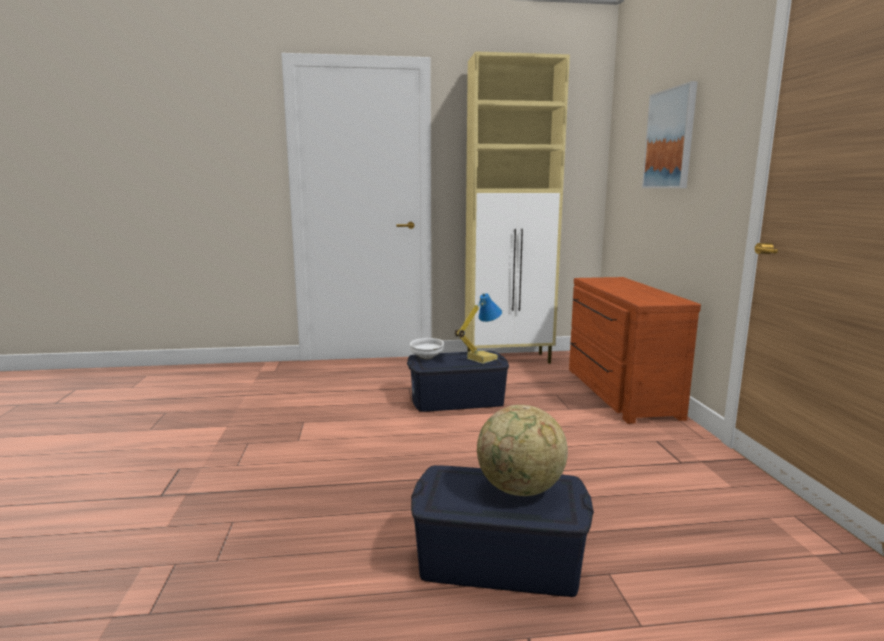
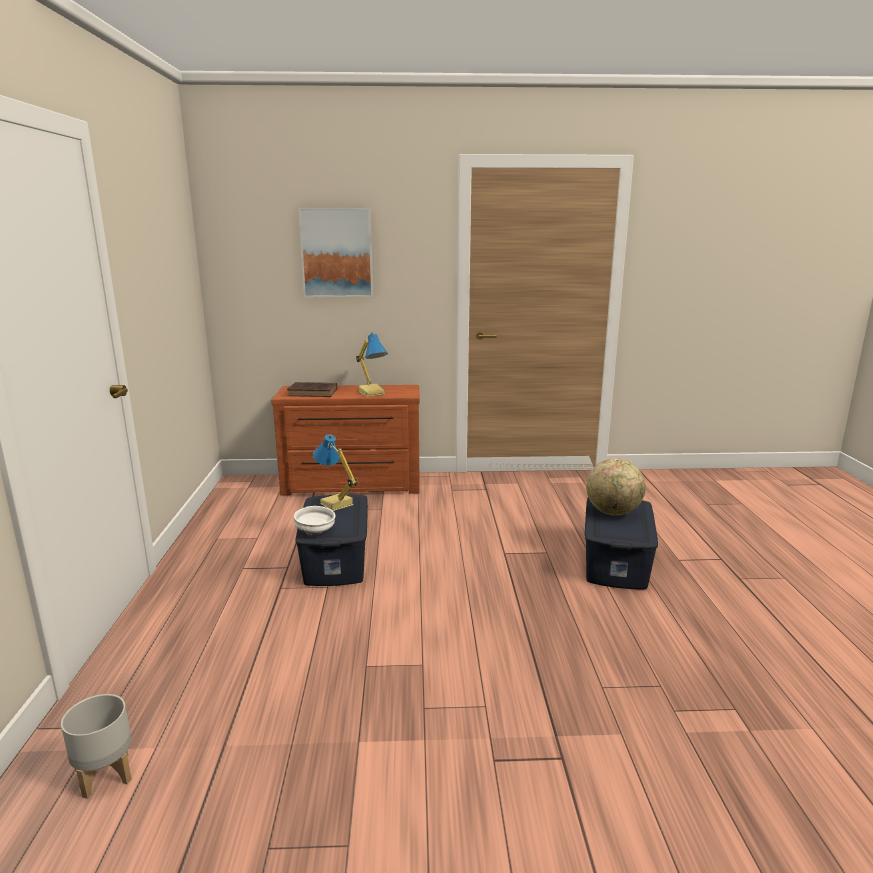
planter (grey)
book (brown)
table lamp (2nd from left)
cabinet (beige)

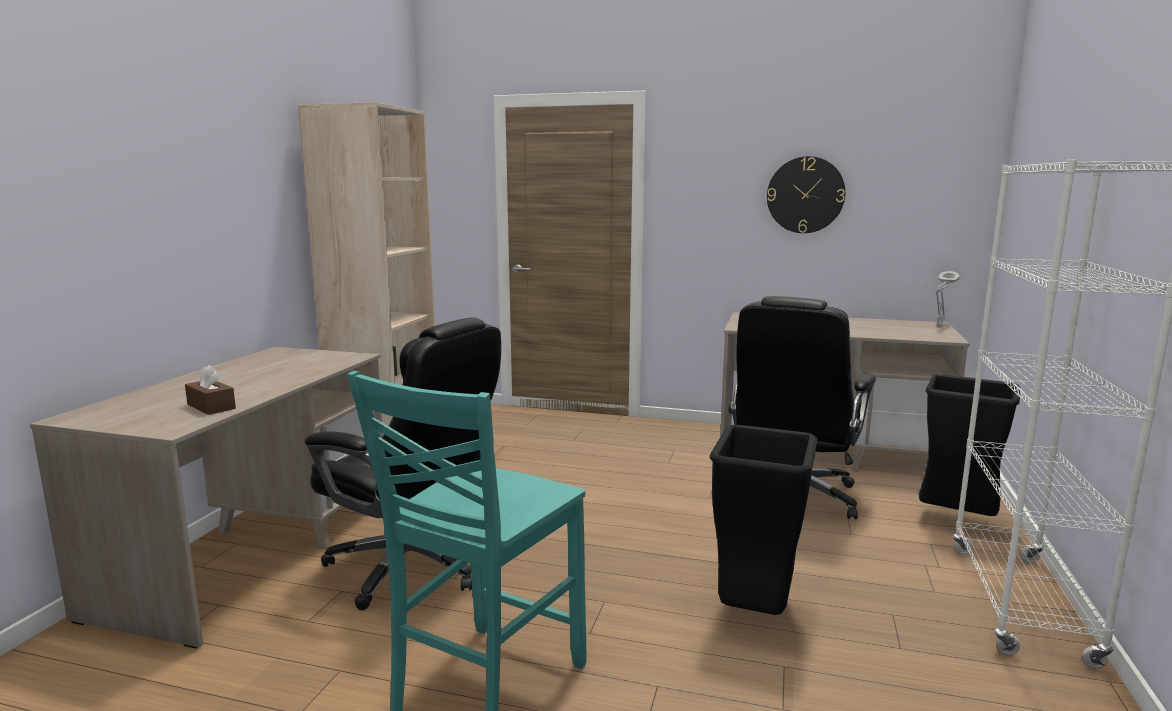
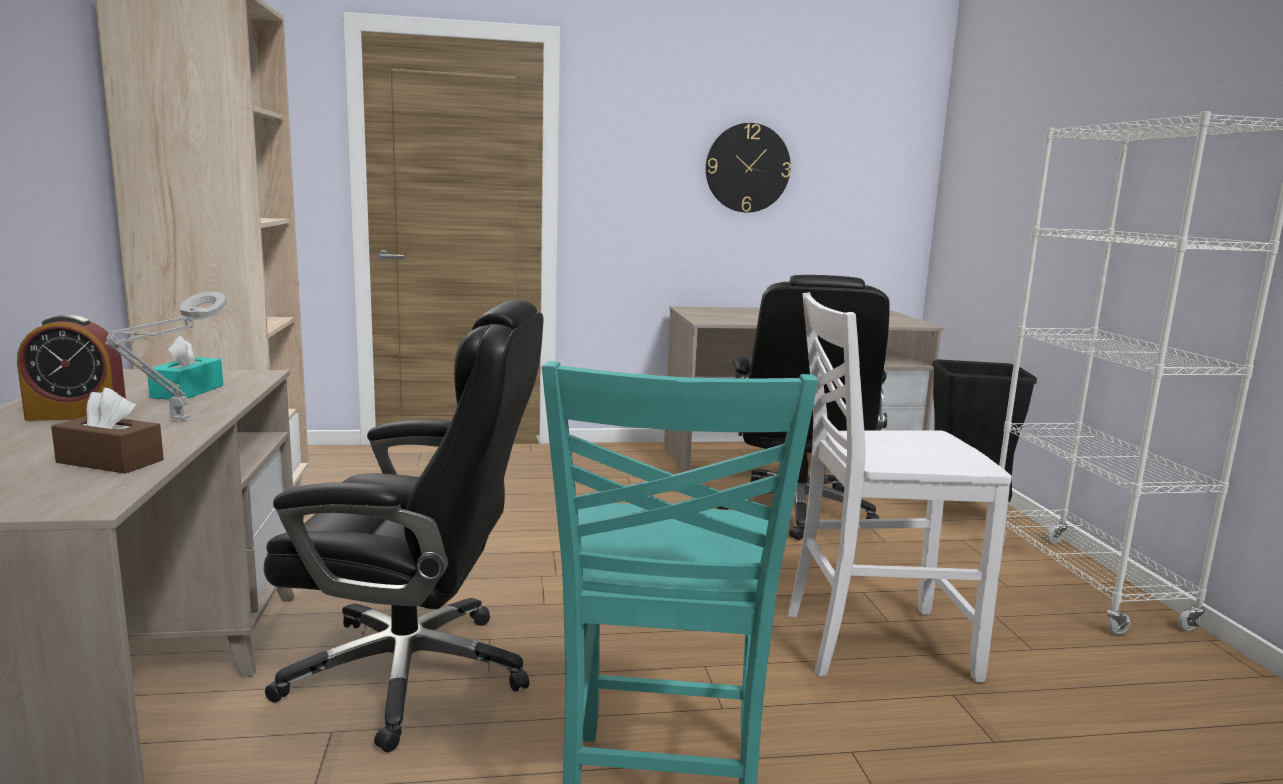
alarm clock
table lamp (grey)
tissue box (turquoise)
chair (white)

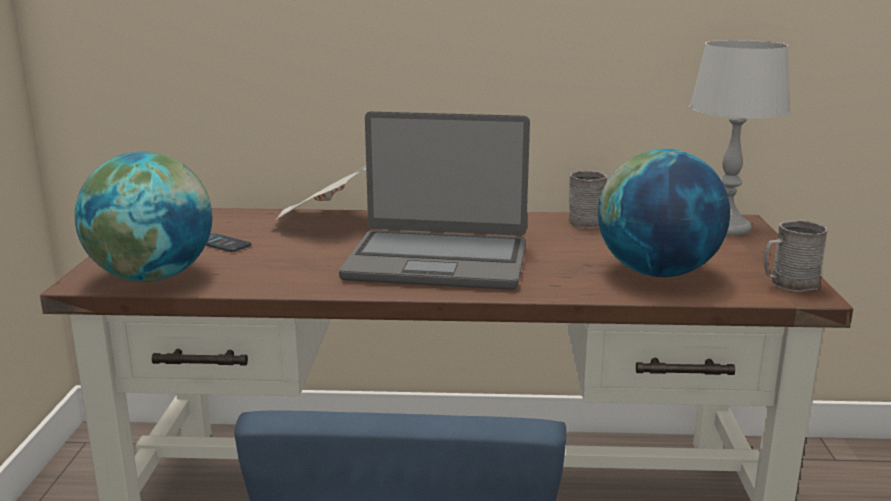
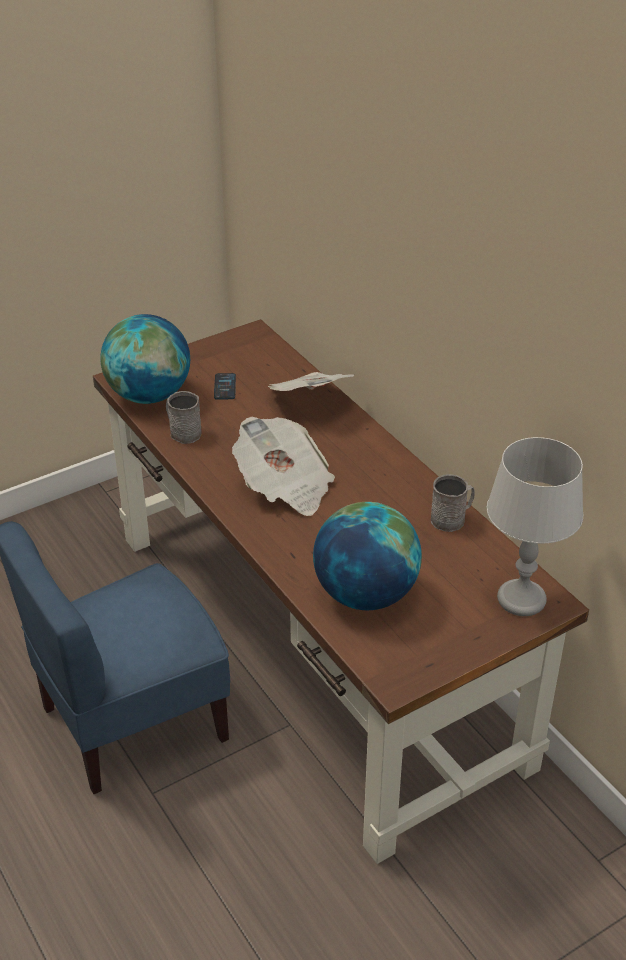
mug (grey) (1st from left)
newspaper (1st from left)

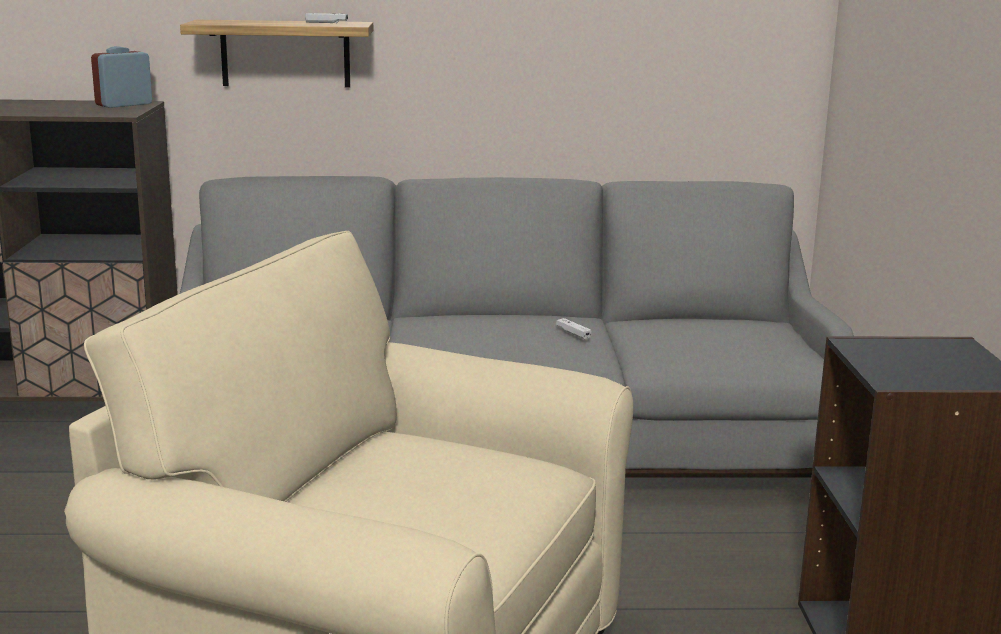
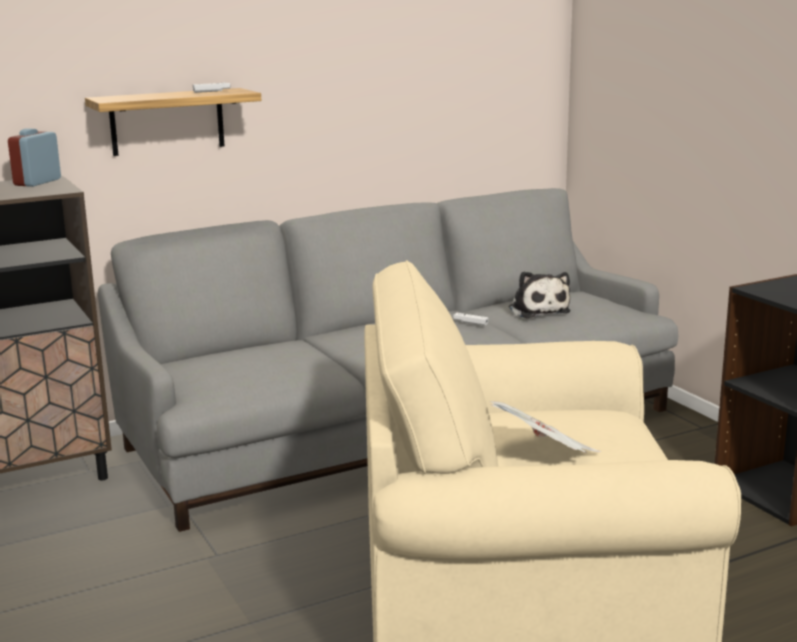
newspaper
plush toy

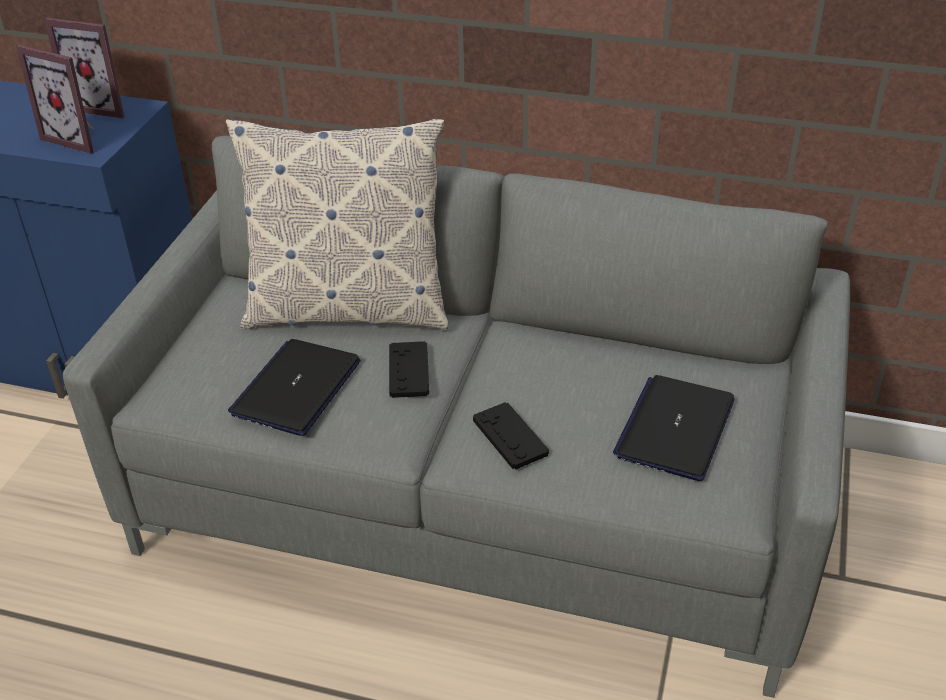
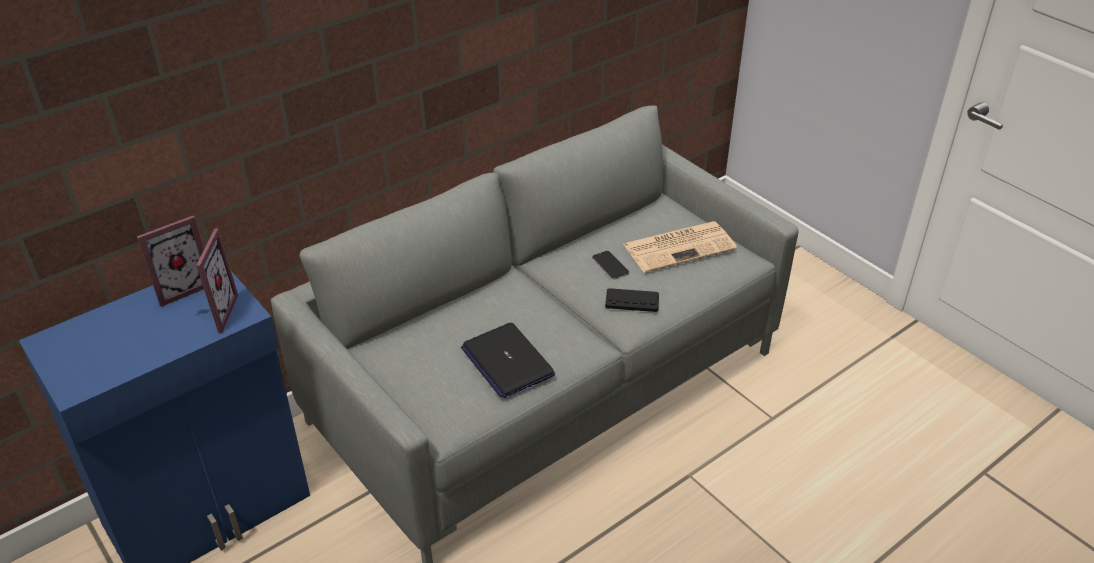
picture frame (2nd from left)
phone
newspaper
pillow
game controller (black) (1st from left in the first image)

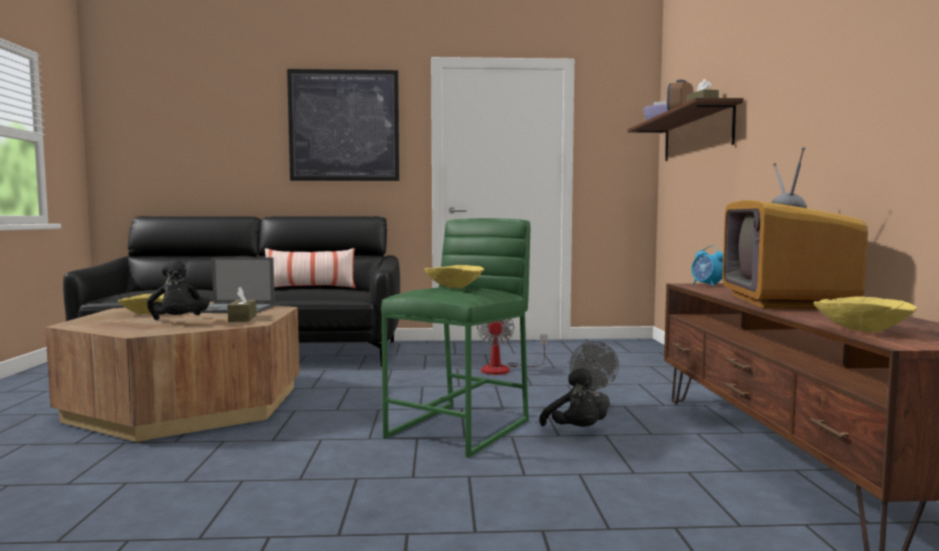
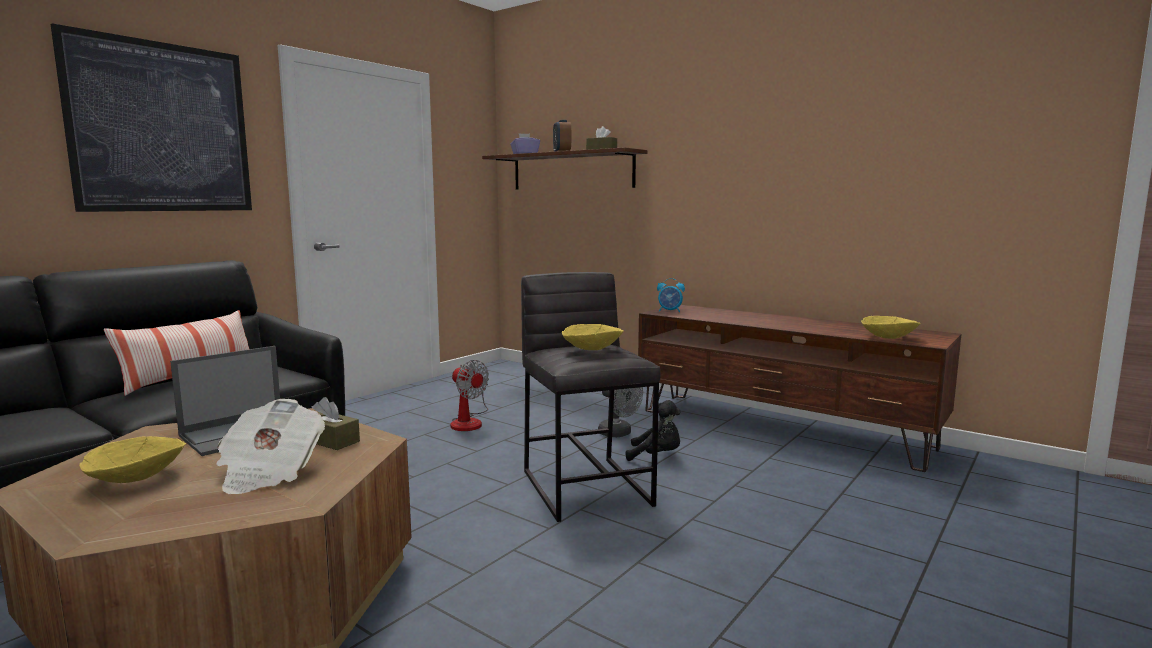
newspaper
stool (grey)
television

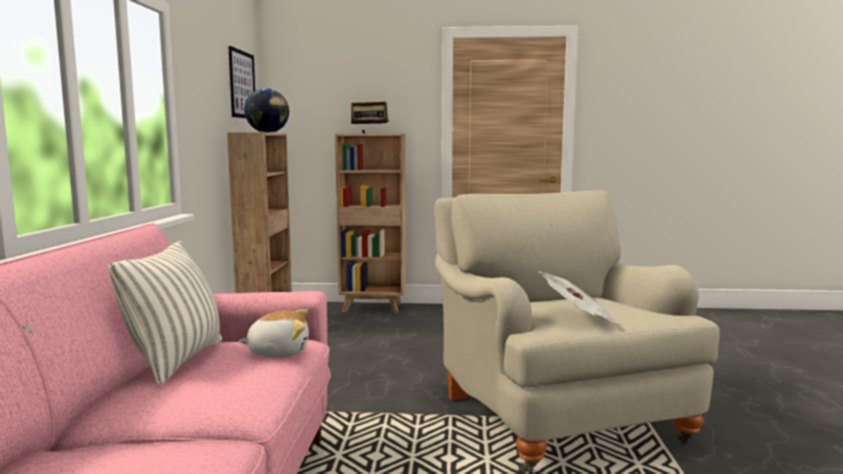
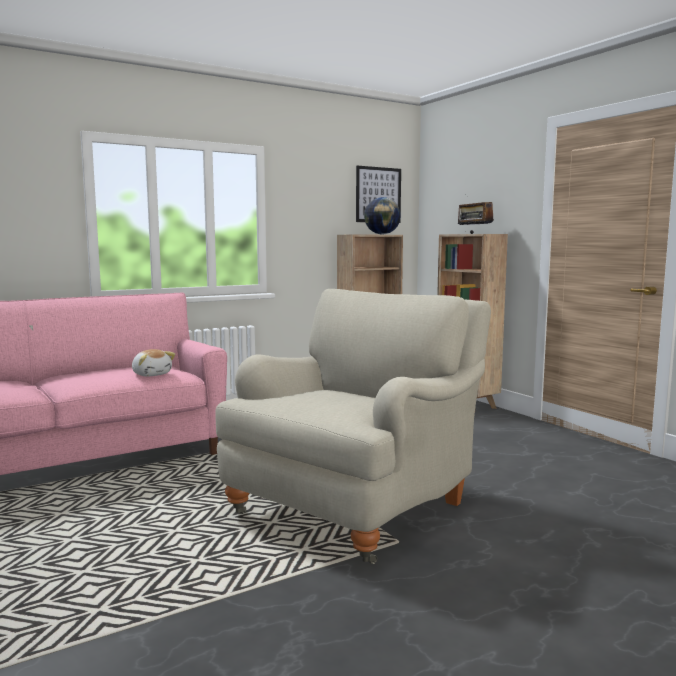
pillow
newspaper

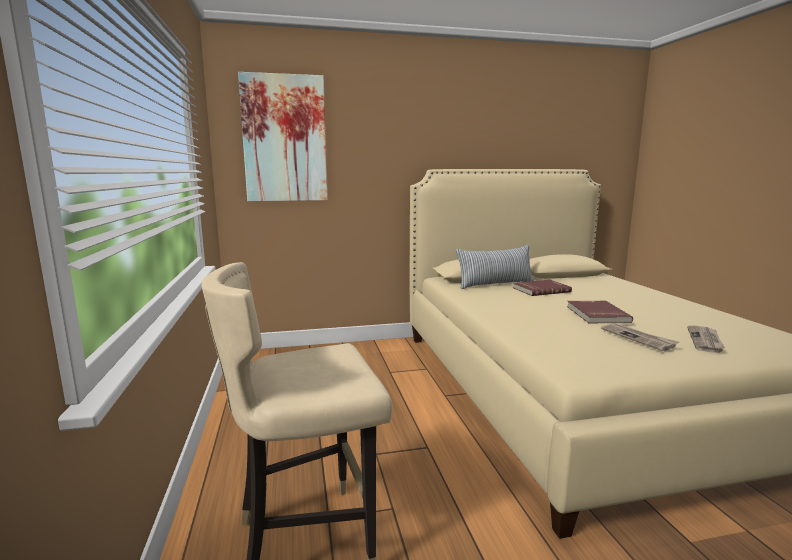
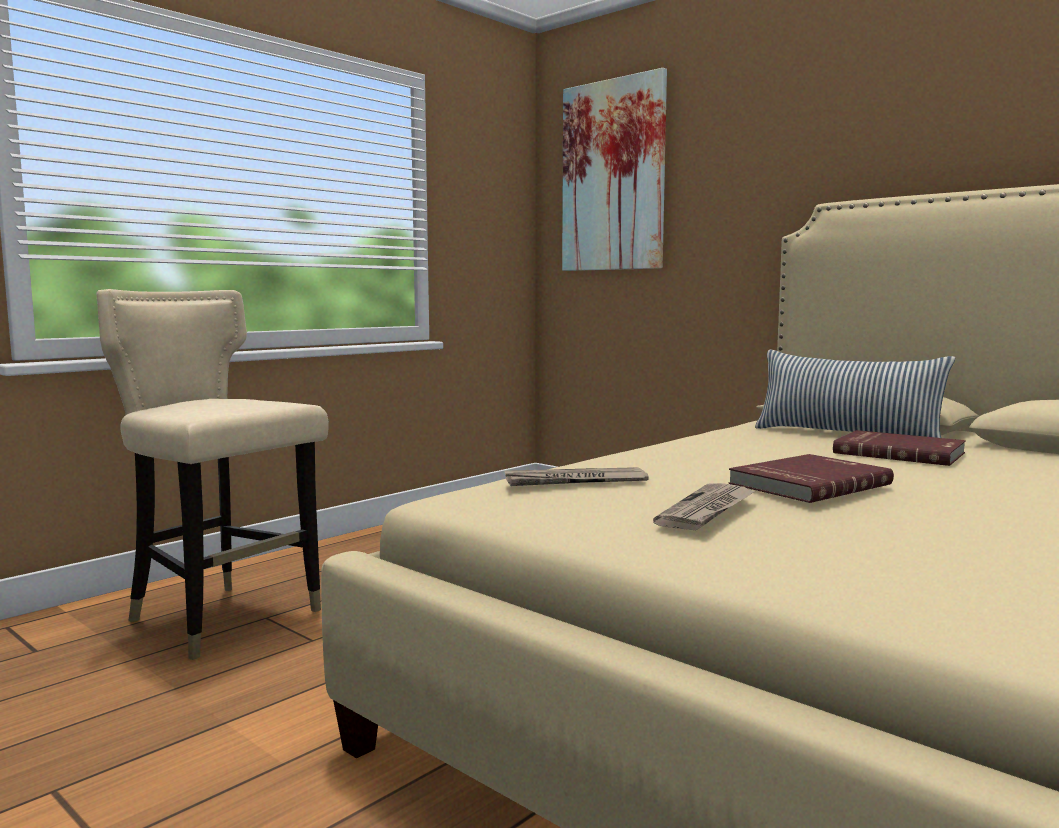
newspaper (1st from left)

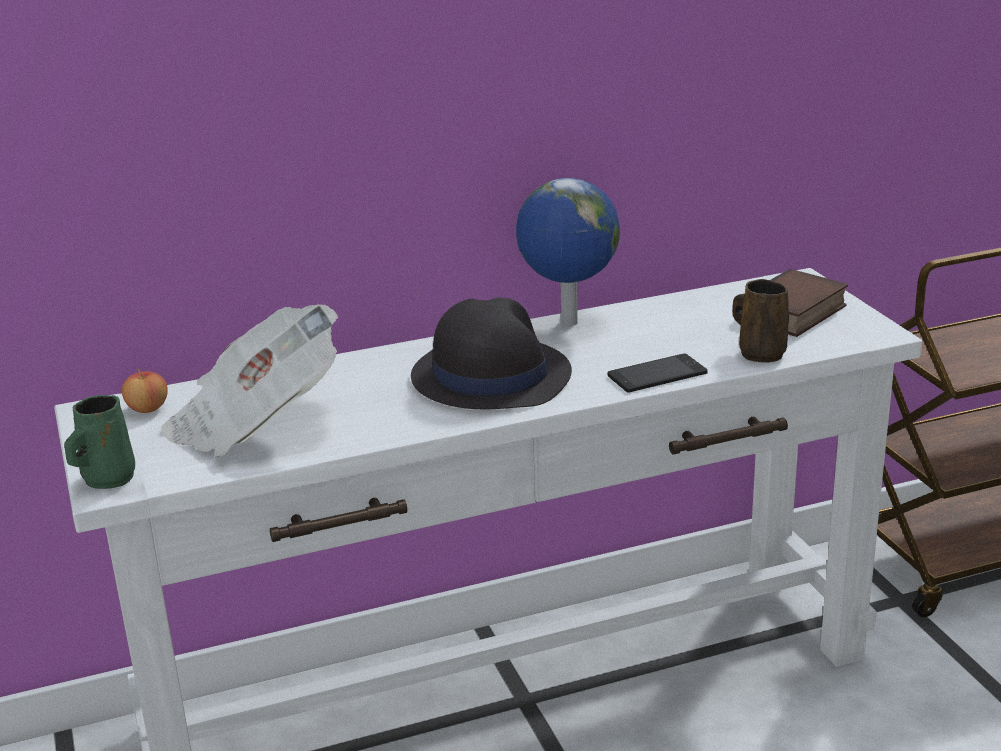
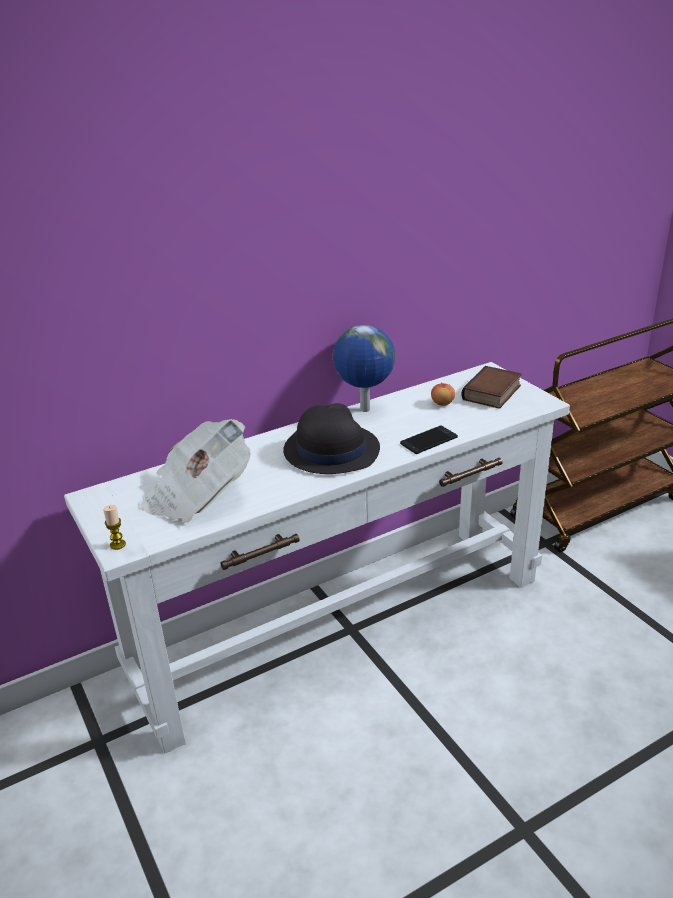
candle
apple
mug (brown)

